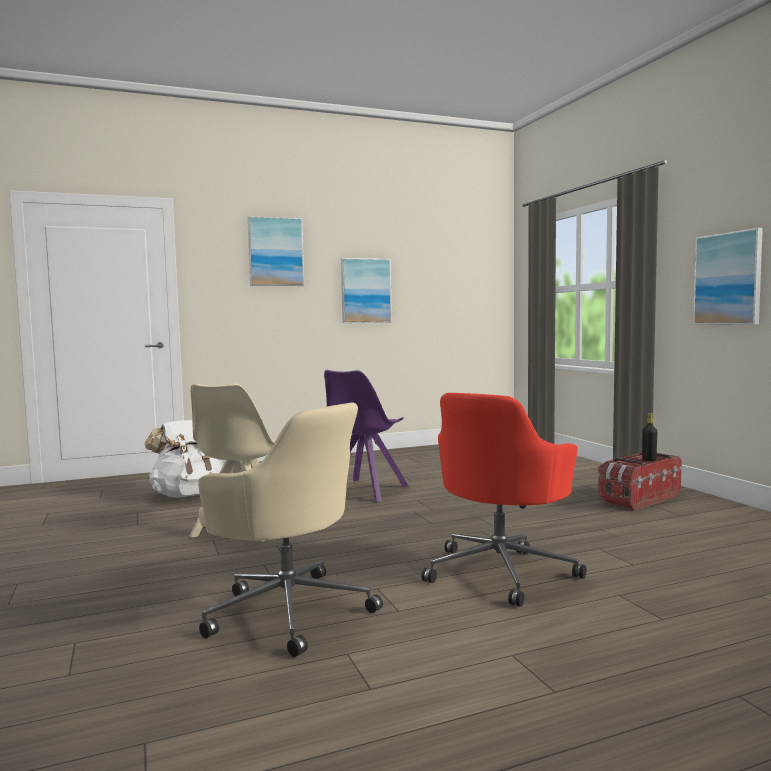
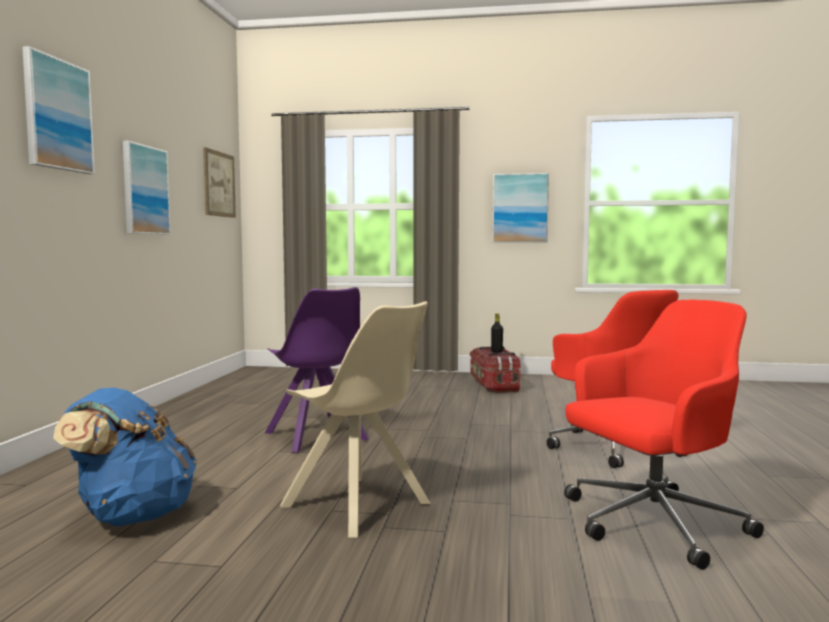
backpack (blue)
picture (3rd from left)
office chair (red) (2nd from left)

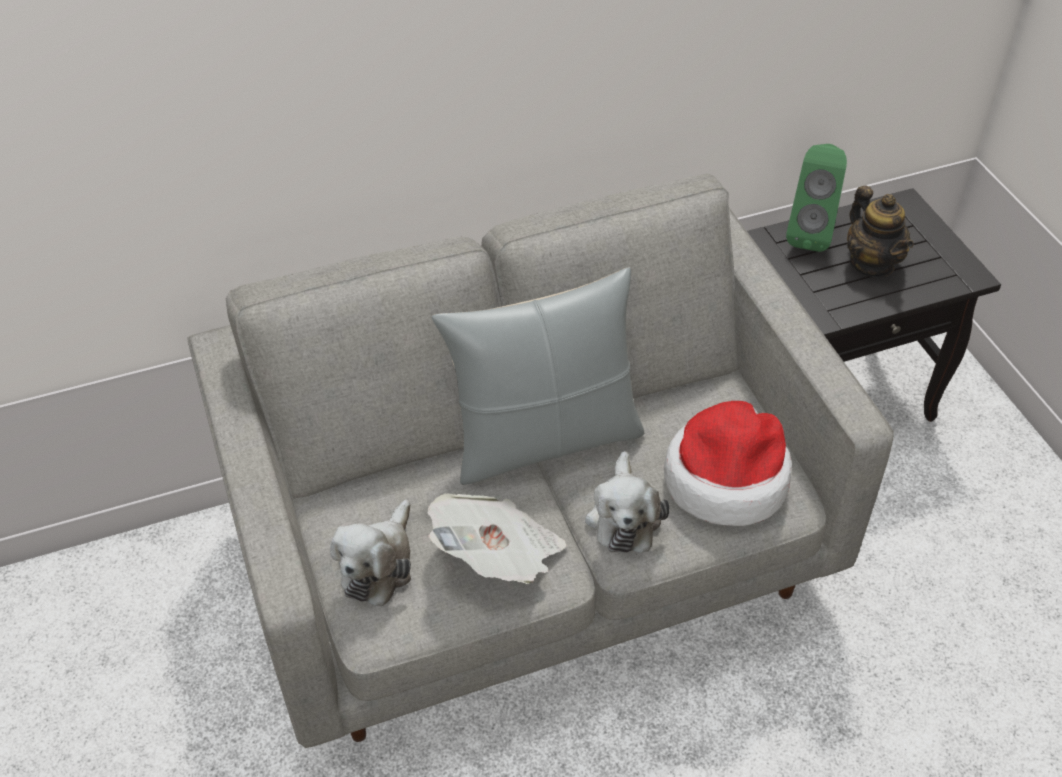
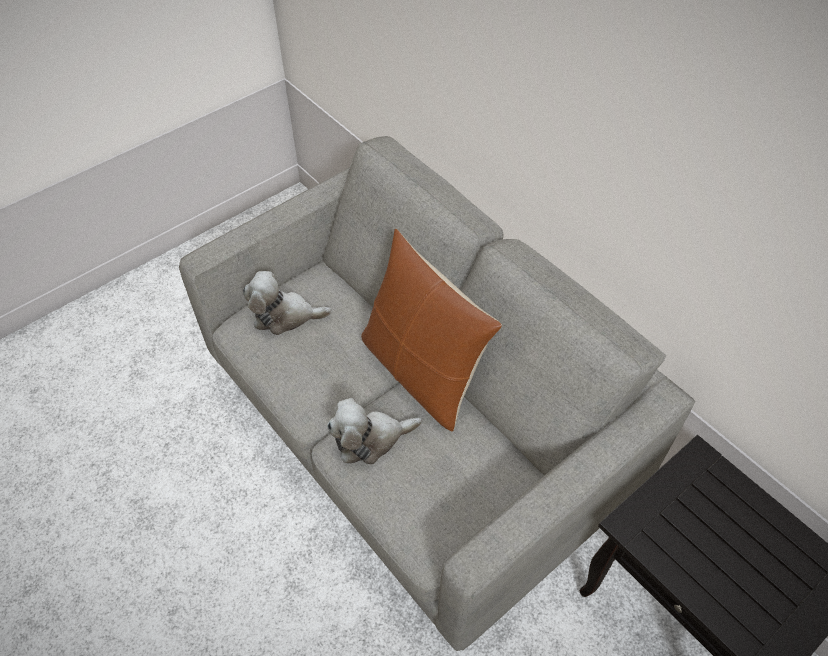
pillow (brown)
newspaper
hat
speaker (green)
teapot

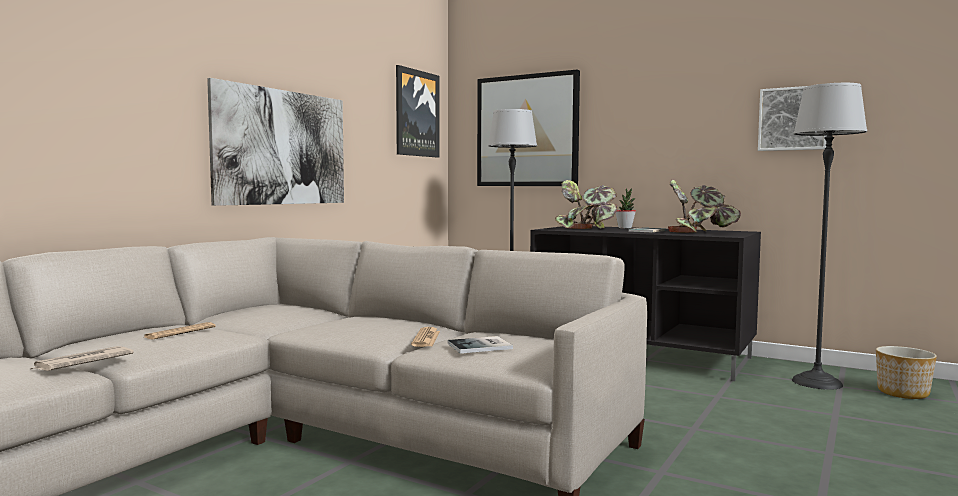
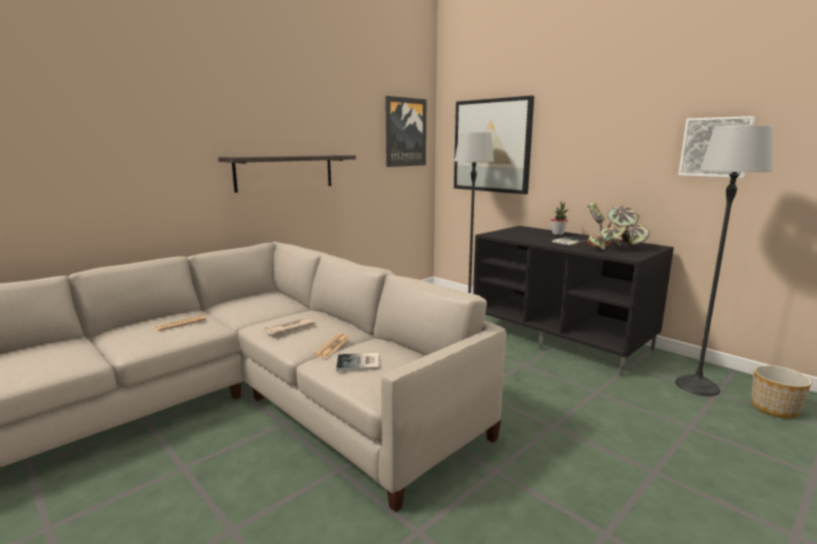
shelf
newspaper (2nd from left)
potted plant (1st from left in the first image)

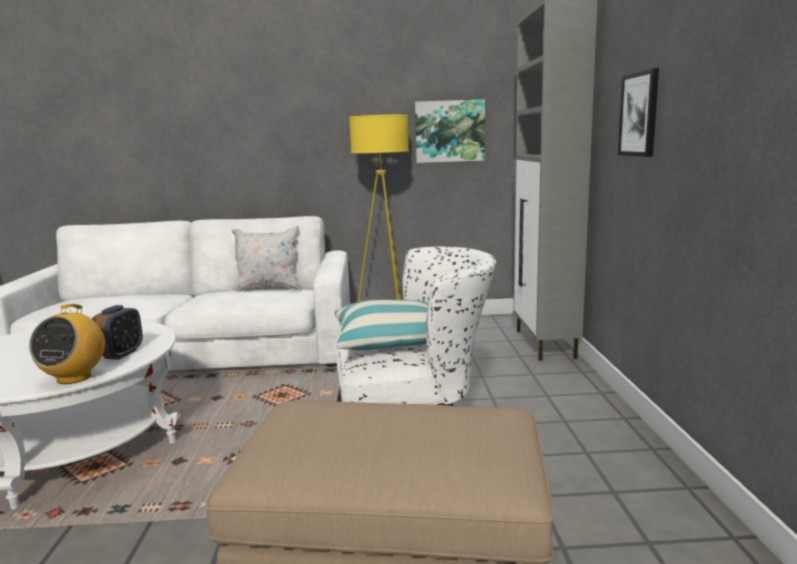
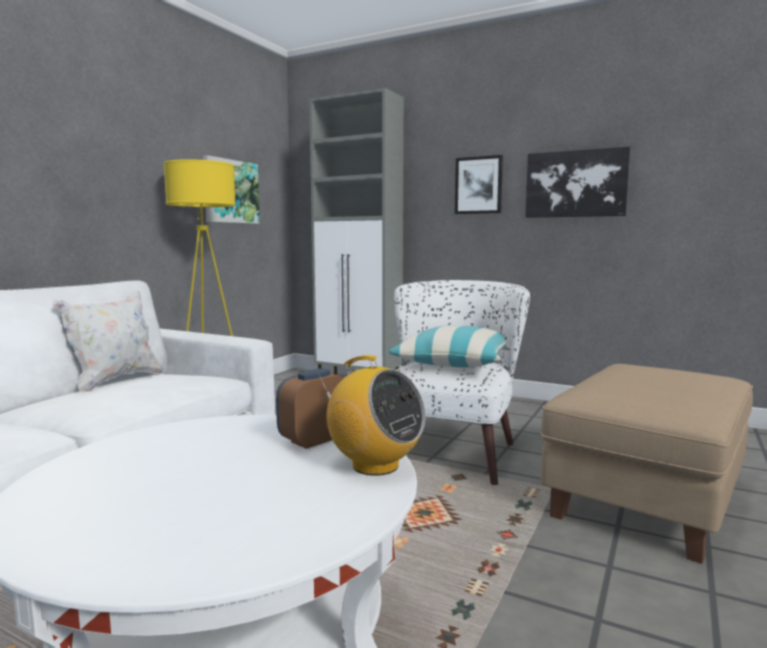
alarm clock
picture (3rd from left)

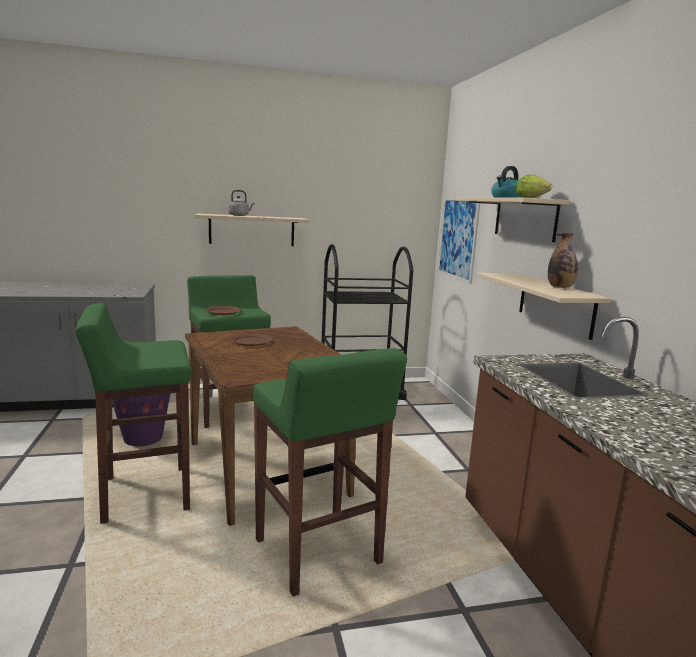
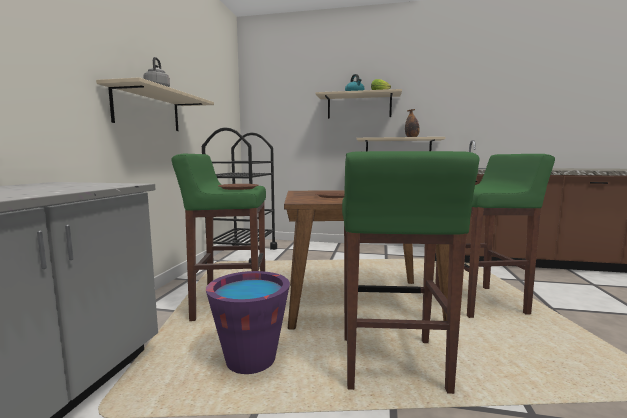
picture

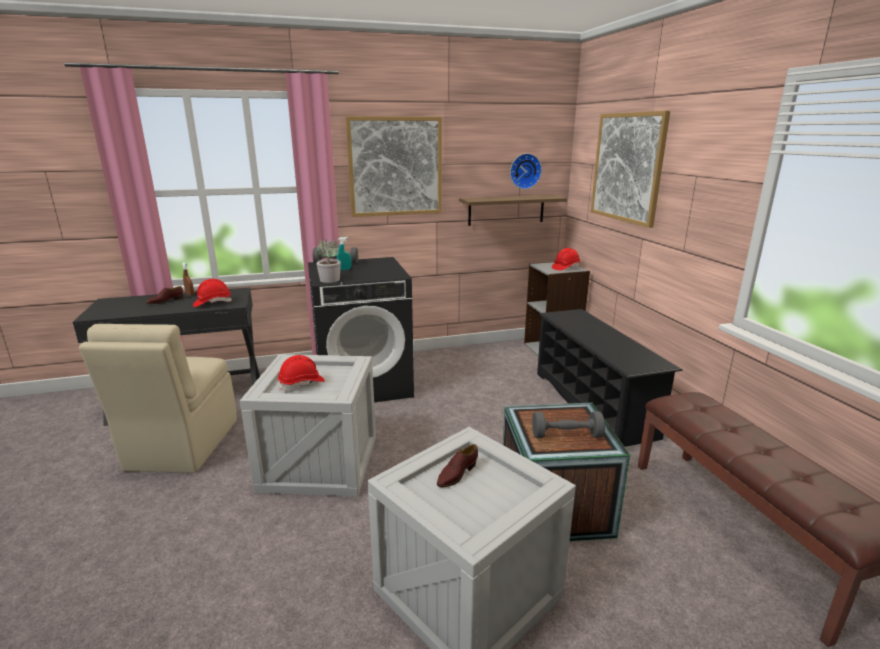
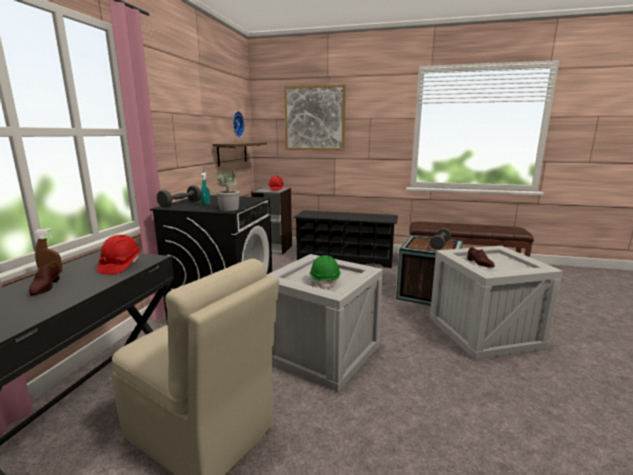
hard hat (green)
picture (1st from left in the first image)

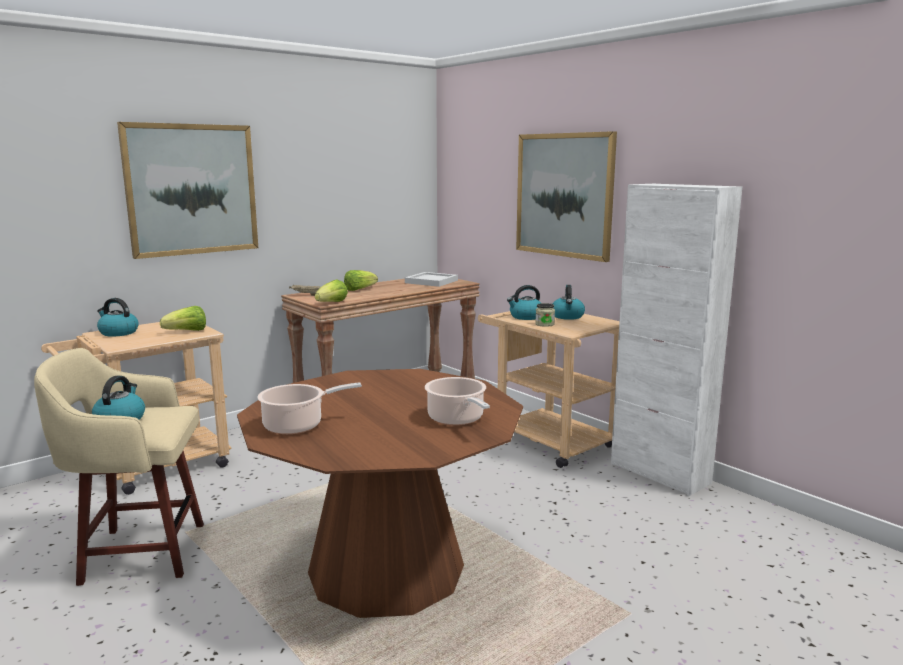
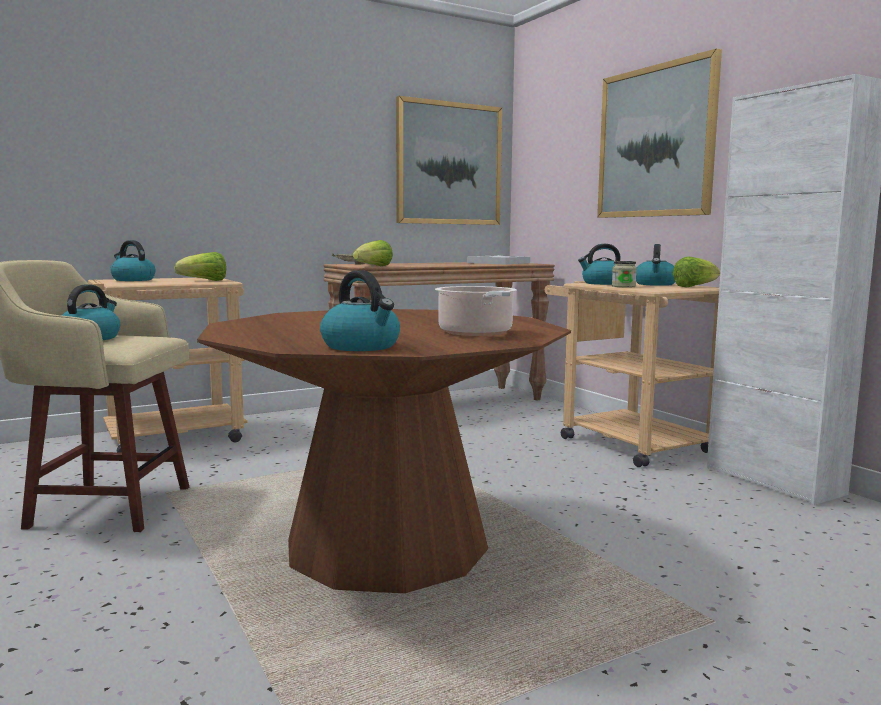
kettle (3rd from left)
picture (1st from left)
lettuce (3rd from left)
cooking pot (1st from left in the first image)

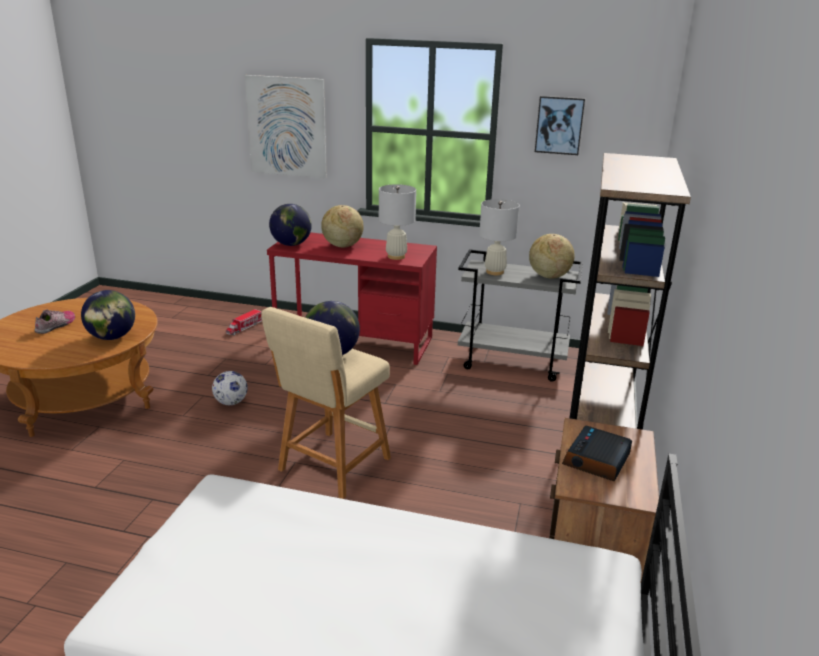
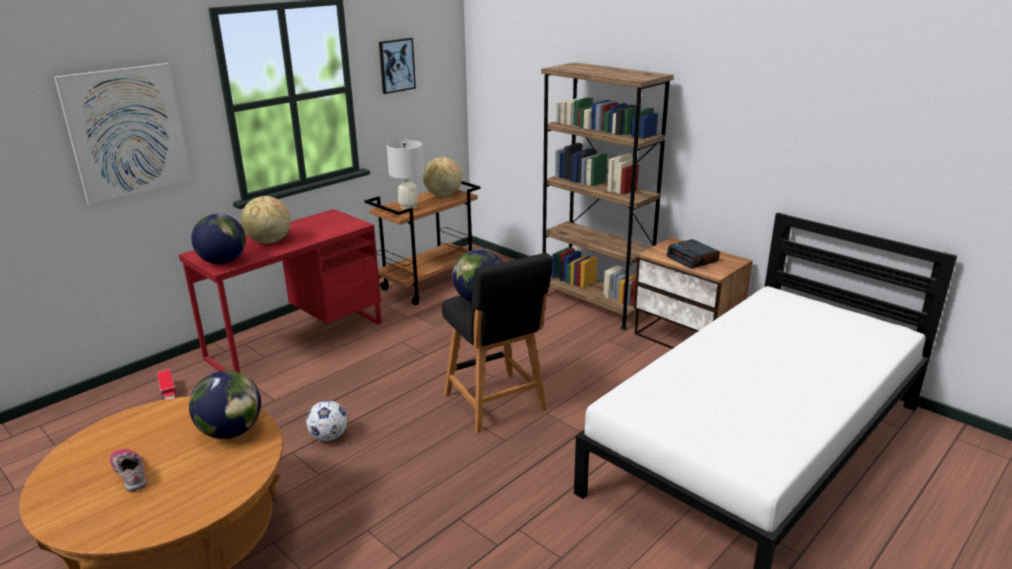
cart (brown)
stool (black)
table lamp (white) (1st from left in the first image)

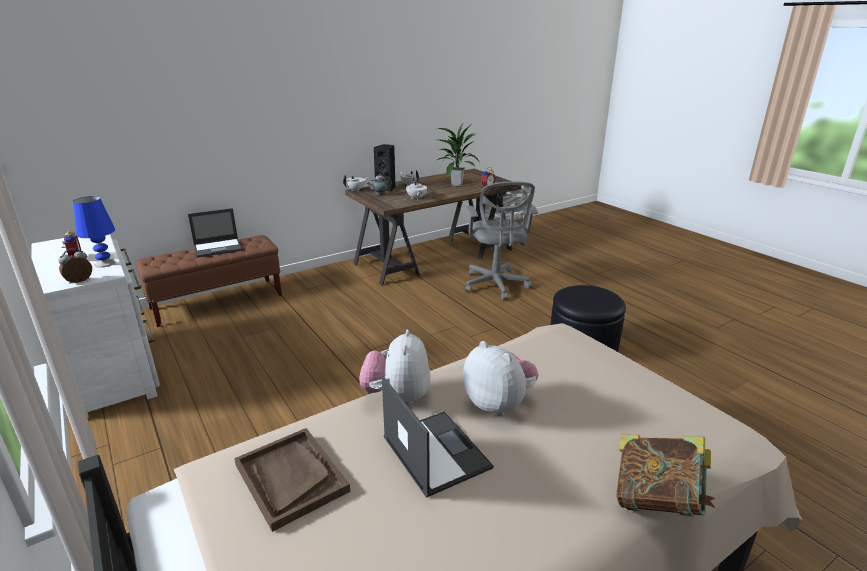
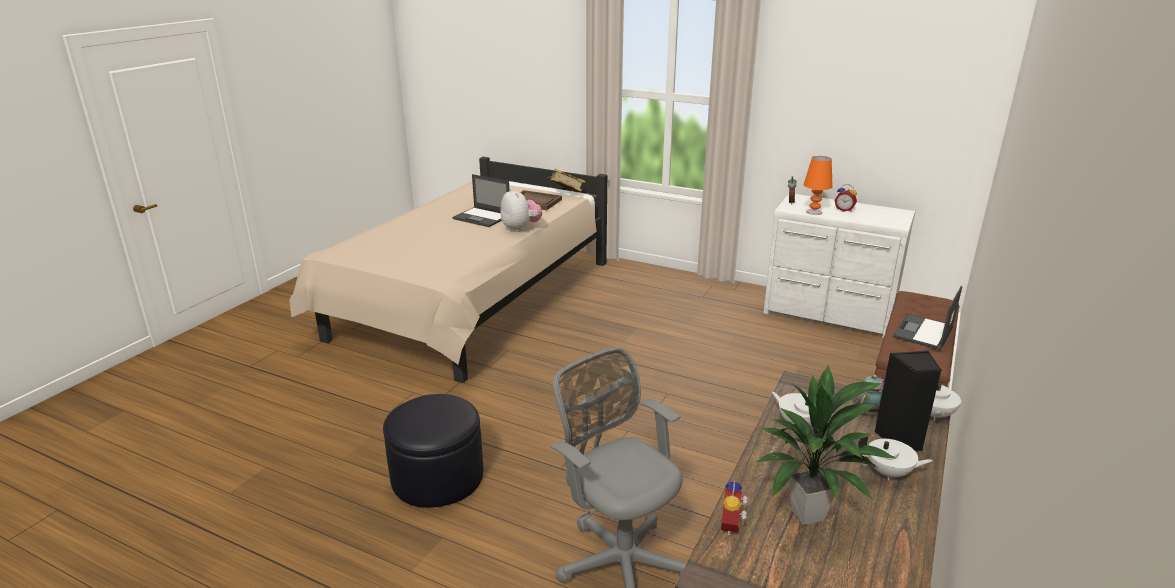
book
table lamp (orange)
plush toy (2nd from left in the first image)

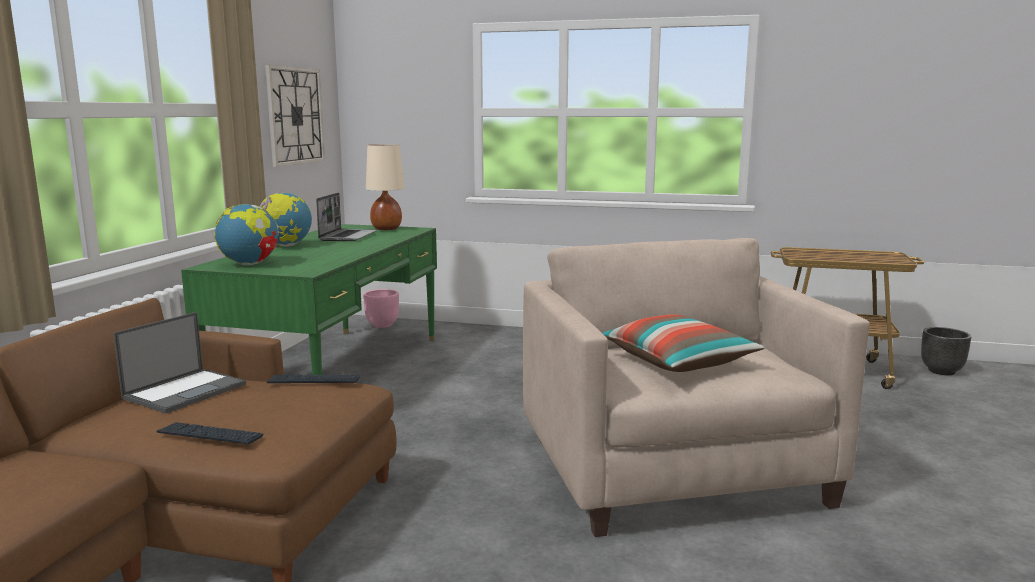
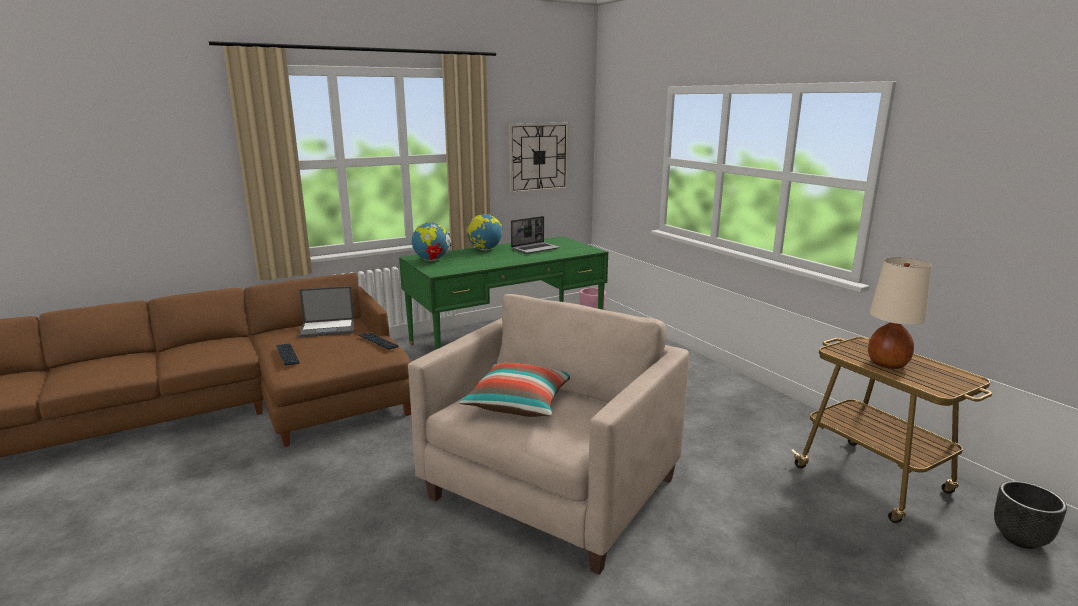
table lamp (beige)

